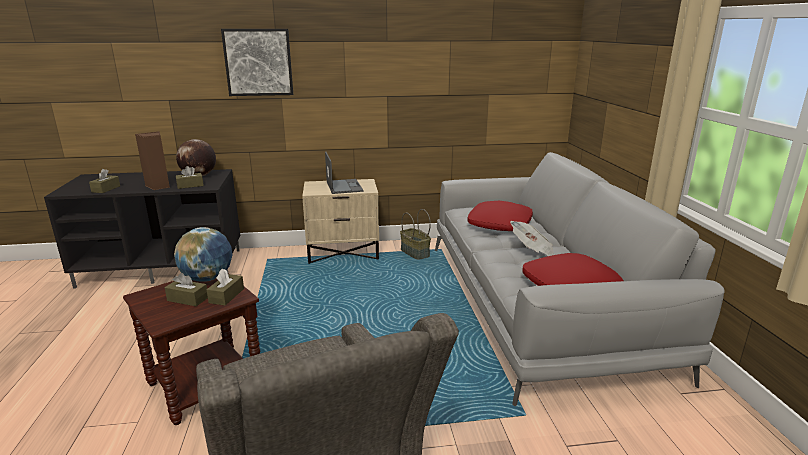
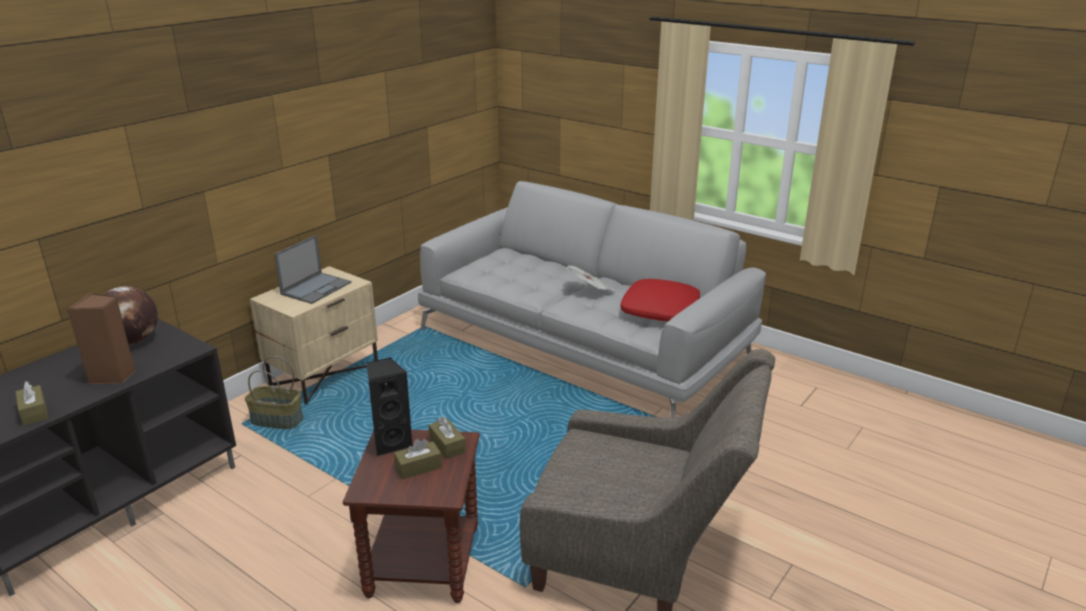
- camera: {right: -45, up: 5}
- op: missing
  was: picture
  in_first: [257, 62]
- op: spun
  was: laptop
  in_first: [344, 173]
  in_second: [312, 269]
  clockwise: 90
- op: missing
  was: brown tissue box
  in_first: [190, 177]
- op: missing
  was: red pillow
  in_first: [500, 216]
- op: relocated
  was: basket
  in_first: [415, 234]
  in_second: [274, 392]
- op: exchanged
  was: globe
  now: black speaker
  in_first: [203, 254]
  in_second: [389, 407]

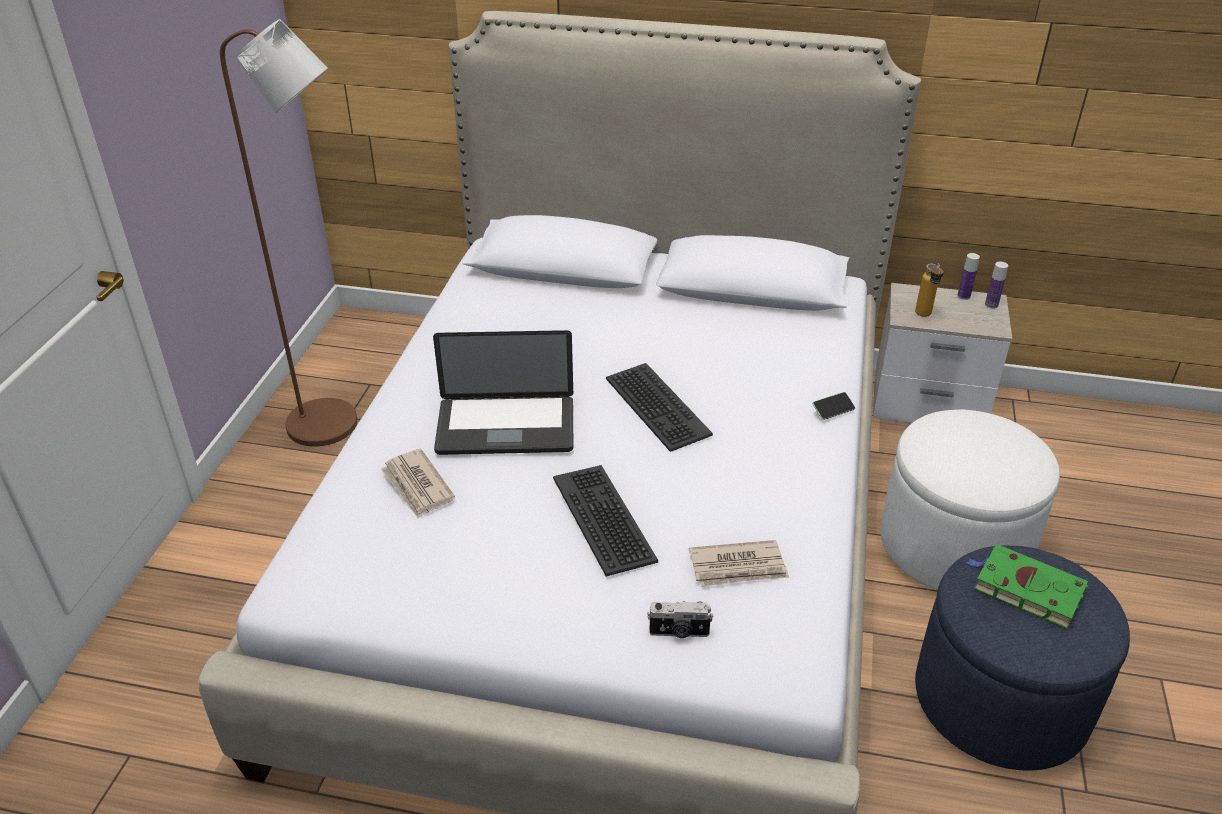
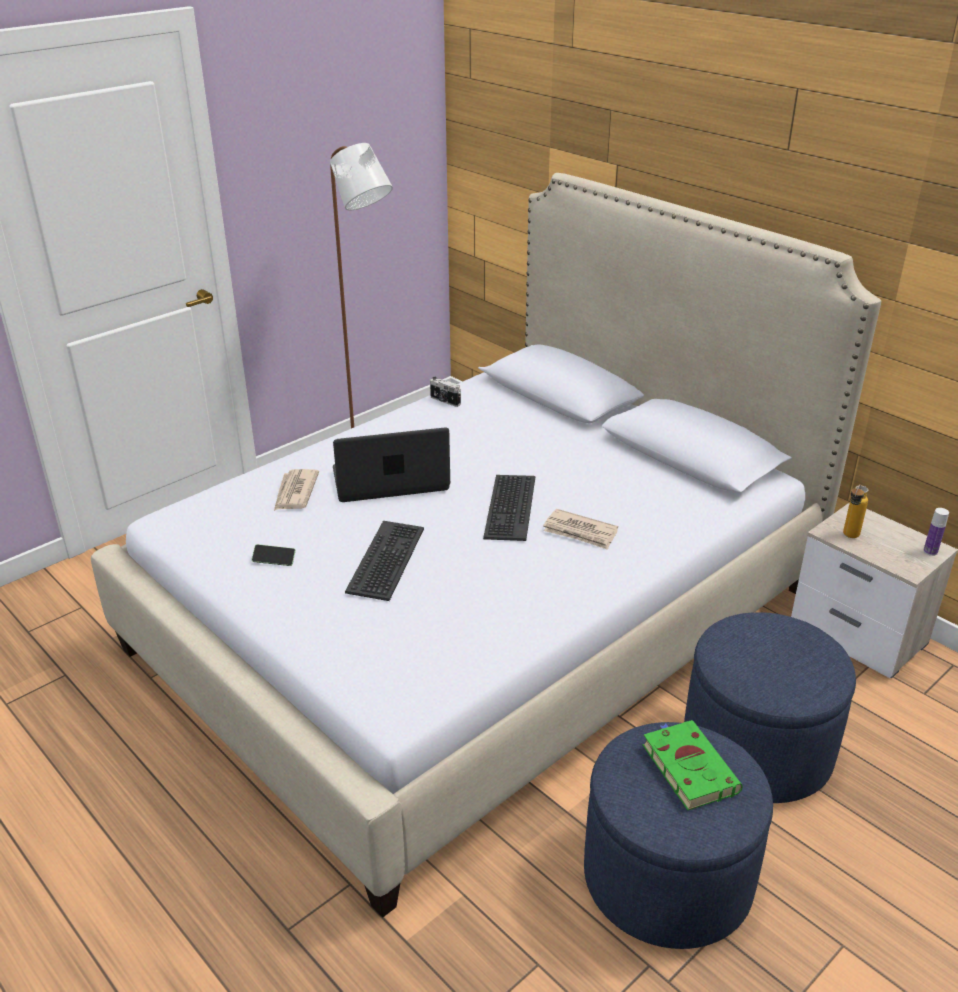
- camera: {right: 35, up: -5}
- op: missing
  was: bottle
  in_first: [968, 276]
- op: spun
  was: laptop
  in_first: [503, 392]
  in_second: [391, 464]
  clockwise: 135
- op: relocated
  was: phone
  in_first: [833, 406]
  in_second: [274, 555]
- op: colour
  was: white ottoman
  now: blue ottoman
  in_first: [970, 499]
  in_second: [770, 707]
- op: relocated
  was: newspaper
  in_first: [739, 563]
  in_second: [580, 529]
- op: relocated
  was: photo camera
  in_first: [680, 619]
  in_second: [445, 392]

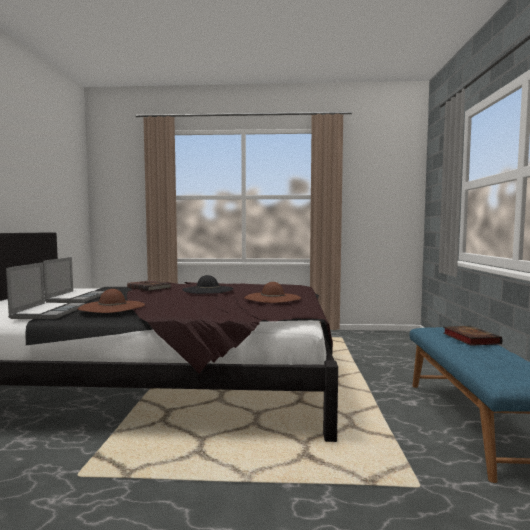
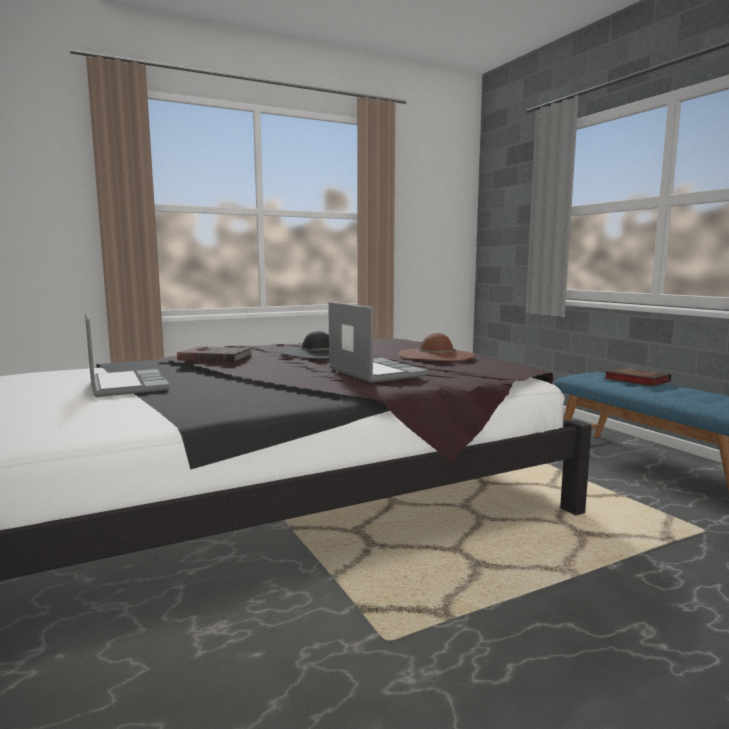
- camera: {right: -30, up: 5}
- op: relocated
  was: laptop
  in_first: [45, 290]
  in_second: [378, 342]
- op: missing
  was: brown hat
  in_first: [111, 301]

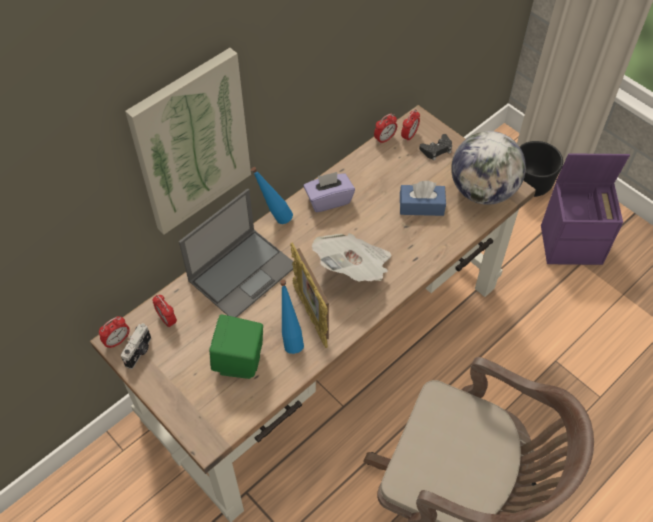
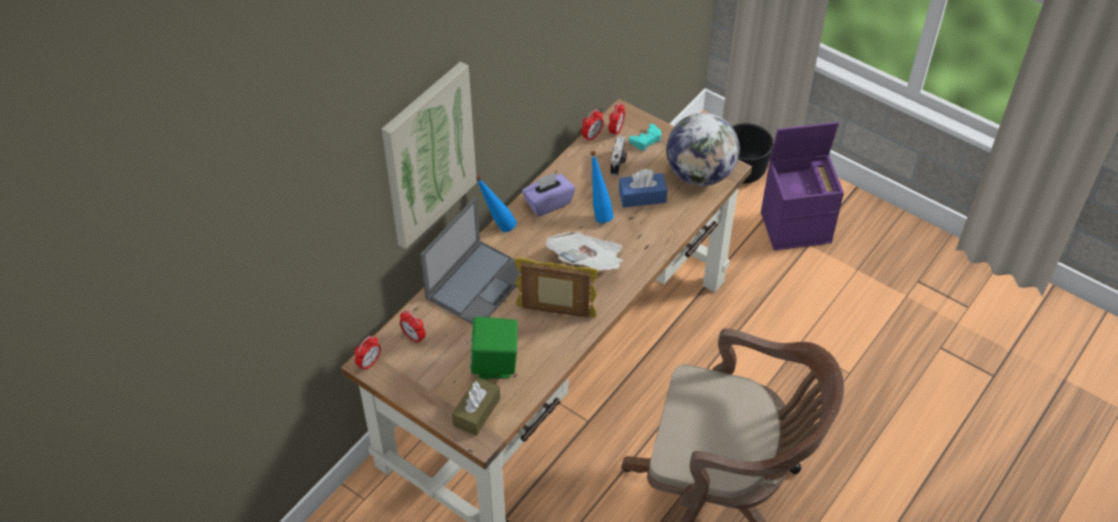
- camera: {right: -10, up: -5}
- op: colour
  was: black game controller
  now: turquoise game controller
  in_first: [435, 147]
  in_second: [645, 137]
- op: spun
  was: picture frame
  in_first: [309, 295]
  in_second: [556, 287]
  clockwise: 135
- op: relocated
  was: blue bottle
  in_first: [292, 317]
  in_second: [602, 187]
- op: relocated
  was: photo camera
  in_first: [136, 346]
  in_second: [618, 155]
- op: appeared
  now: brown tissue box
  in_second: [476, 406]

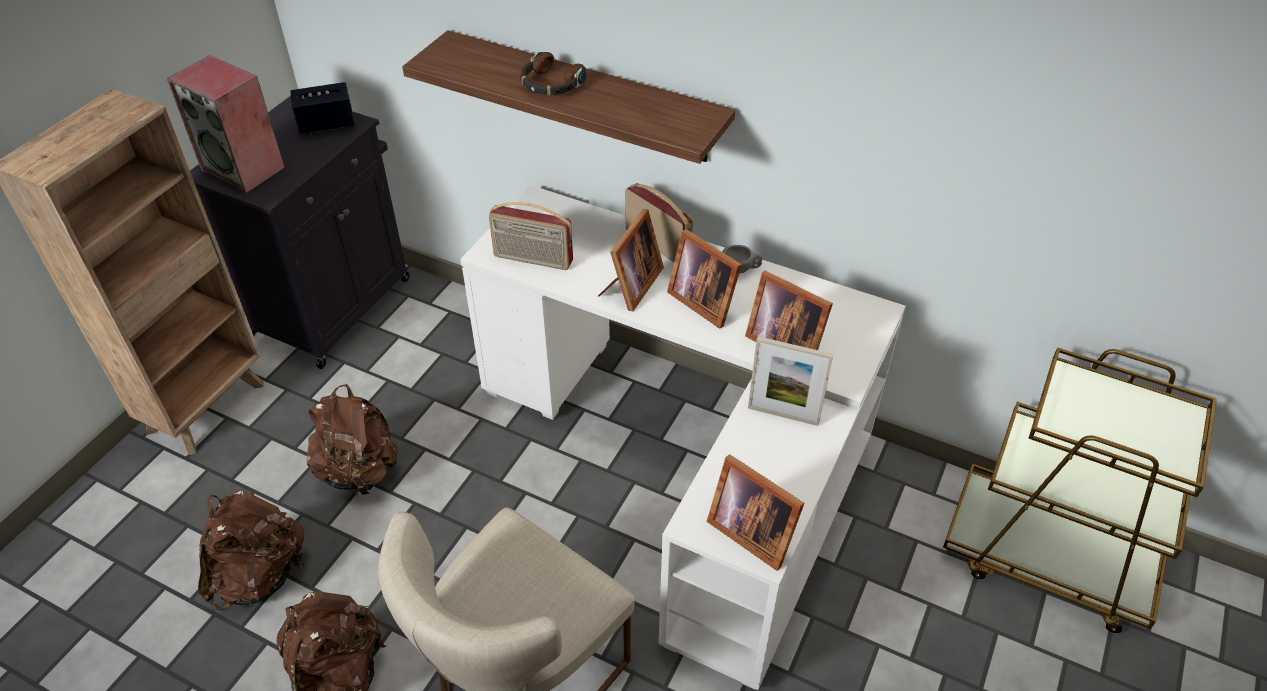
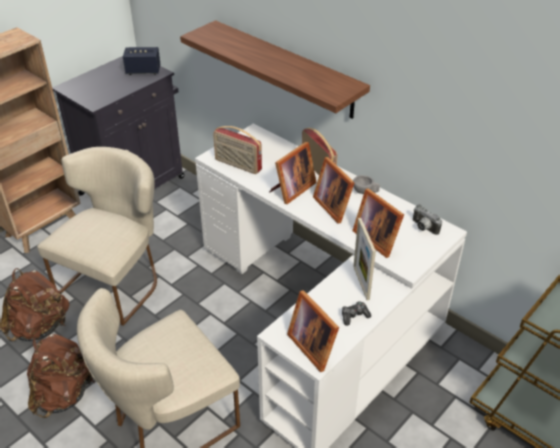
- camera: {right: 15, up: -5}
- op: missing
  was: headphones
  in_first: [553, 74]
- op: missing
  was: speaker
  in_first: [226, 124]
- op: spun
  was: picture frame
  in_first: [790, 381]
  in_second: [364, 259]
  clockwise: 45
- op: exchanged
  was: brown backpack
  now: beige chair
  in_first: [352, 440]
  in_second: [97, 236]
- op: appeared
  now: photo camera
  in_second: [427, 219]
- op: appeared
  now: game controller
  in_second: [356, 313]

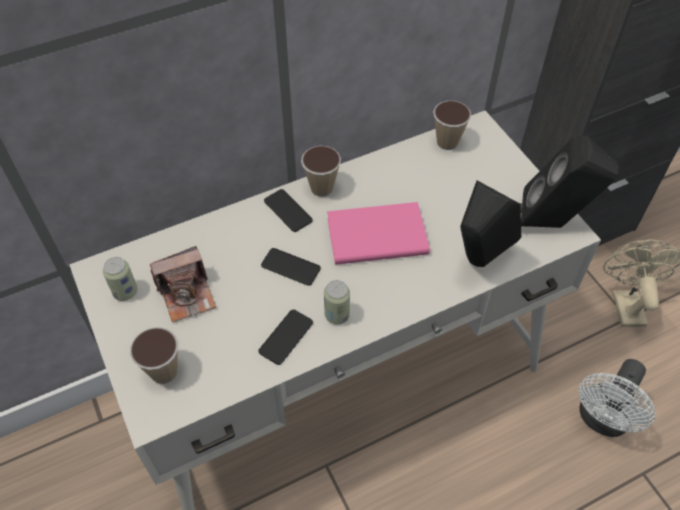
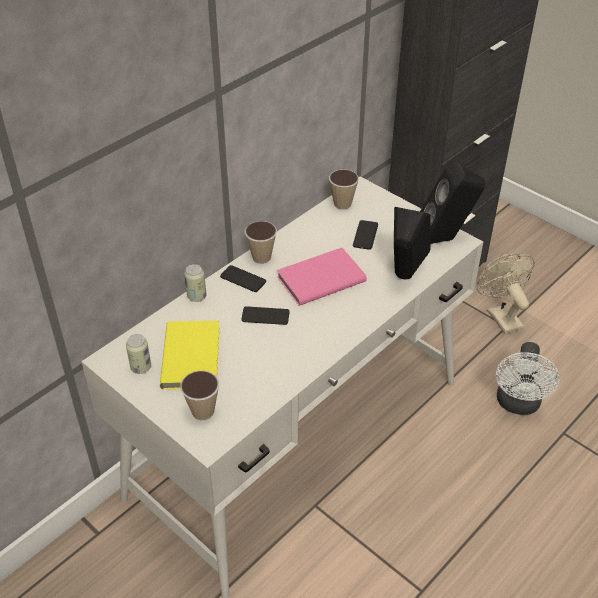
- camera: {right: -20, up: -10}
- op: exchanged
  was: photo camera
  now: yellow book
  in_first: [183, 284]
  in_second: [189, 355]
- op: relocated
  was: can
  in_first: [337, 302]
  in_second: [195, 283]
- op: relocated
  was: phone
  in_first: [285, 337]
  in_second: [365, 235]

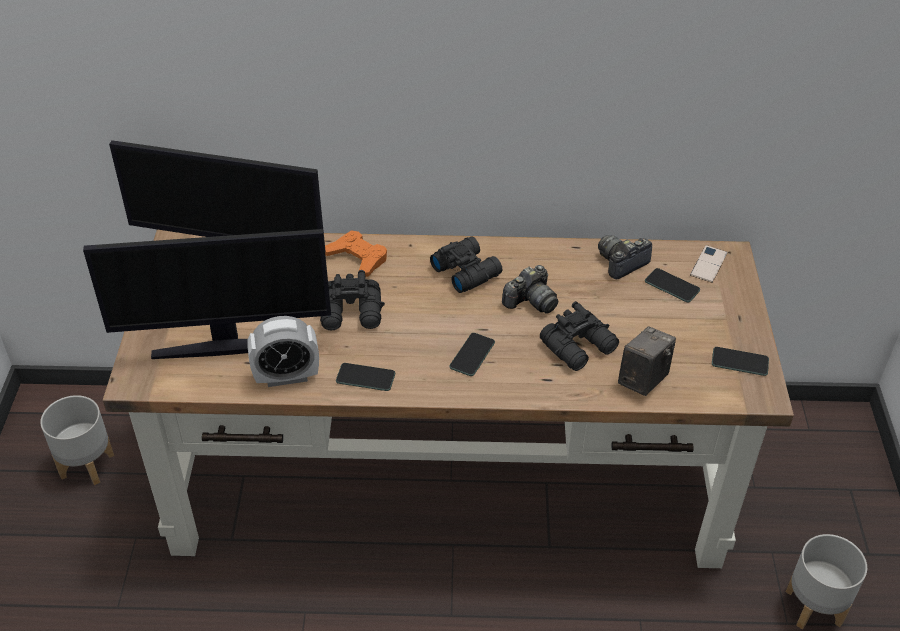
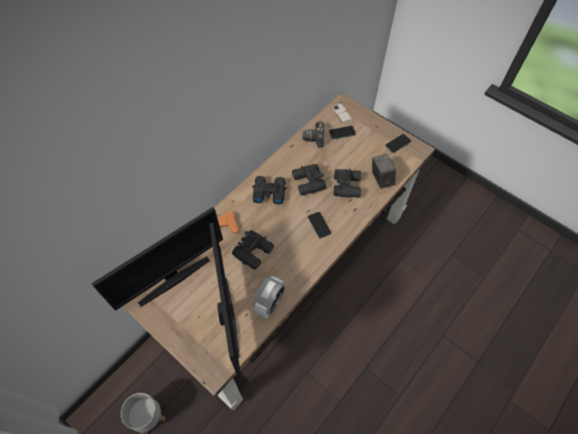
- camera: {right: -50, up: 15}
- op: spun
  was: monitor
  in_first: [207, 294]
  in_second: [225, 298]
  clockwise: -45
- op: exchanged
  was: photo camera
  now: black binoculars
  in_first: [530, 289]
  in_second: [309, 179]
- op: missing
  was: phone
  in_first: [365, 377]
- op: missing
  was: grey planter
  in_first: [826, 581]

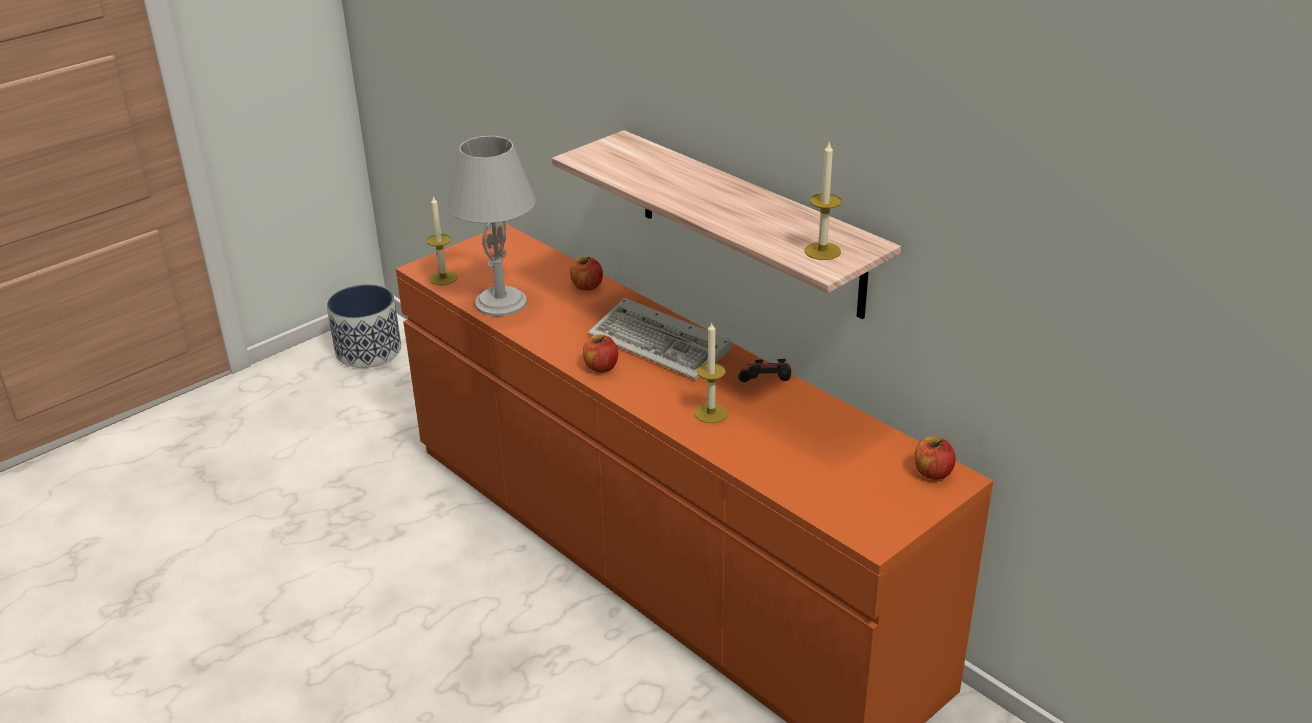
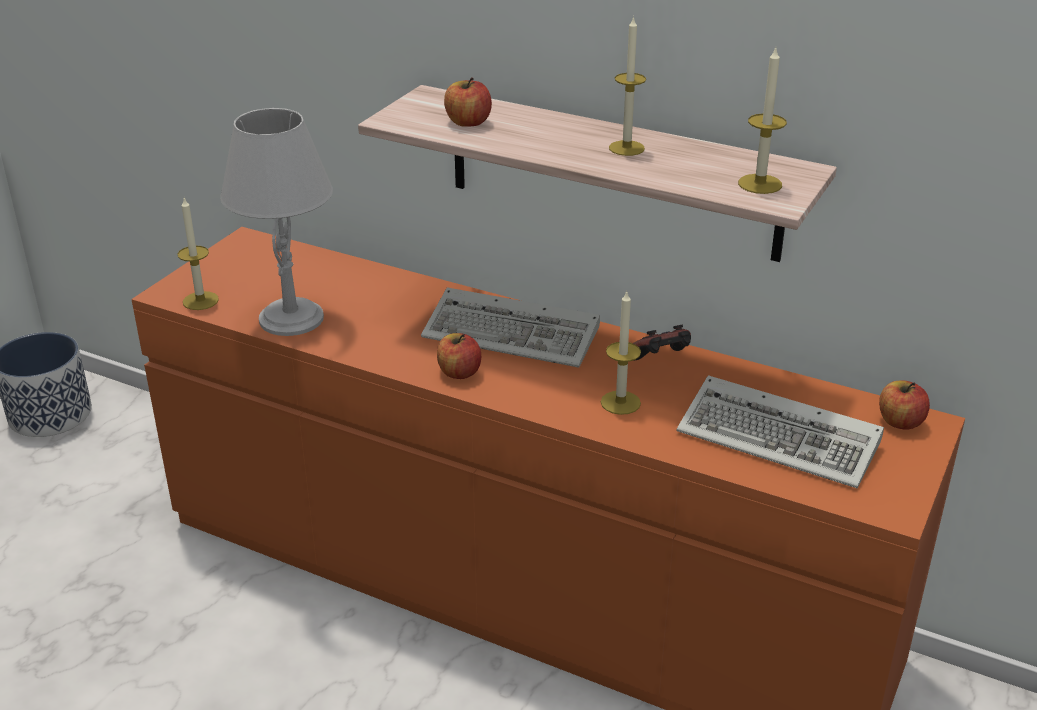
- camera: {right: -20, up: 0}
- op: relocated
  was: apple
  in_first: [586, 273]
  in_second: [468, 102]
- op: appeared
  now: candle
  in_second: [627, 86]
- op: appeared
  now: keyboard
  in_second: [780, 432]

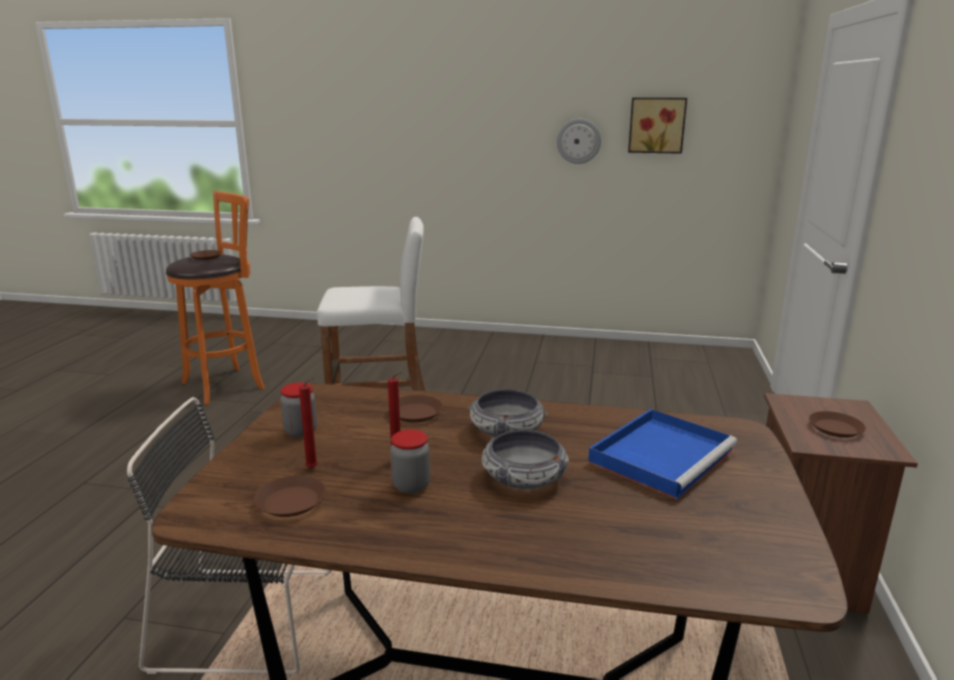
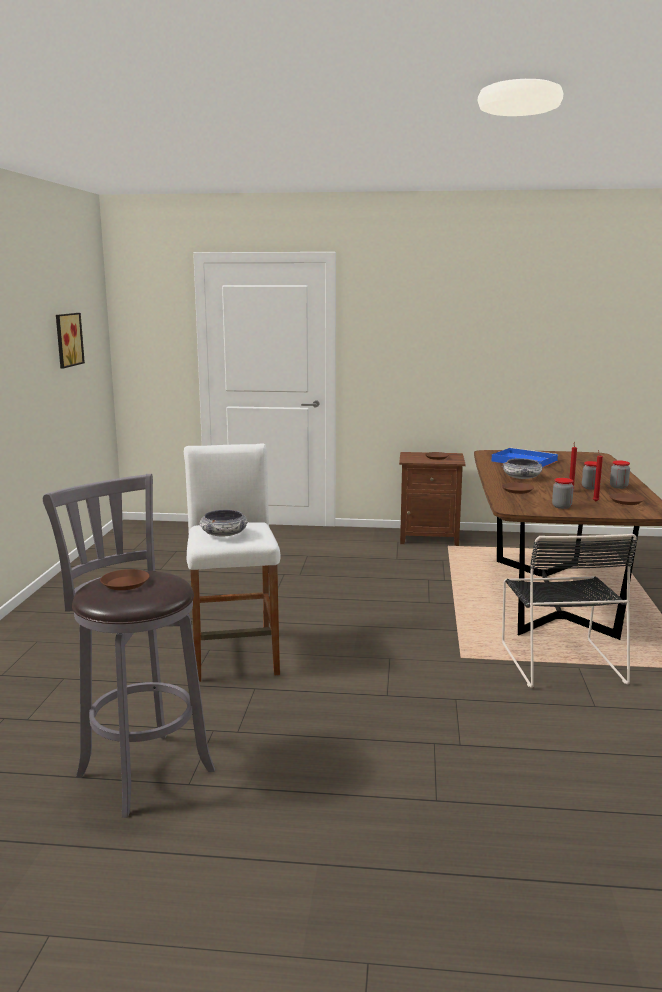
- camera: {right: -95, up: -5}
- op: missing
  was: wall clock
  in_first: [579, 141]
- op: colour
  was: orange stool
  now: grey stool
  in_first: [215, 298]
  in_second: [129, 646]
- op: relocated
  was: bowl
  in_first: [525, 460]
  in_second: [224, 523]
- op: appeared
  now: jar
  in_second: [620, 474]

